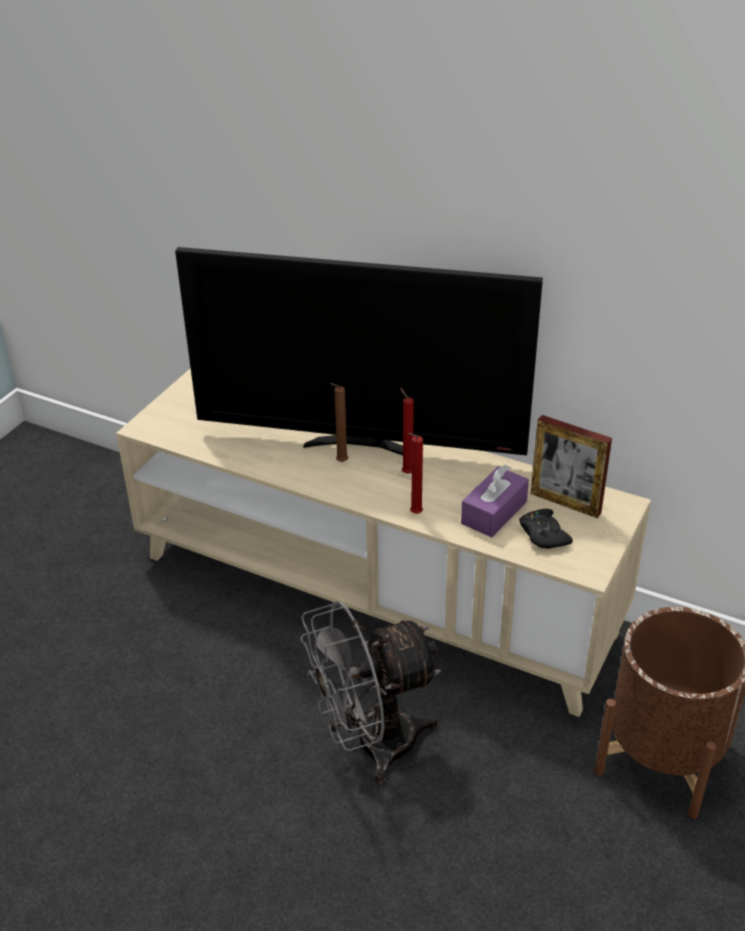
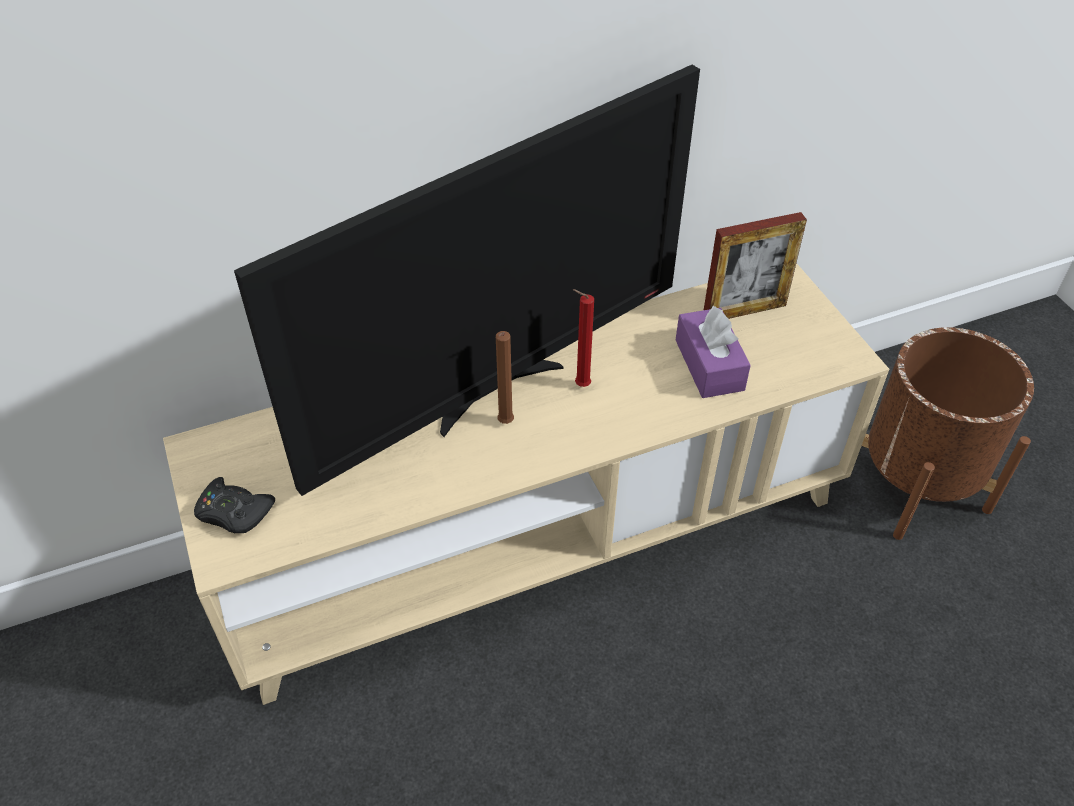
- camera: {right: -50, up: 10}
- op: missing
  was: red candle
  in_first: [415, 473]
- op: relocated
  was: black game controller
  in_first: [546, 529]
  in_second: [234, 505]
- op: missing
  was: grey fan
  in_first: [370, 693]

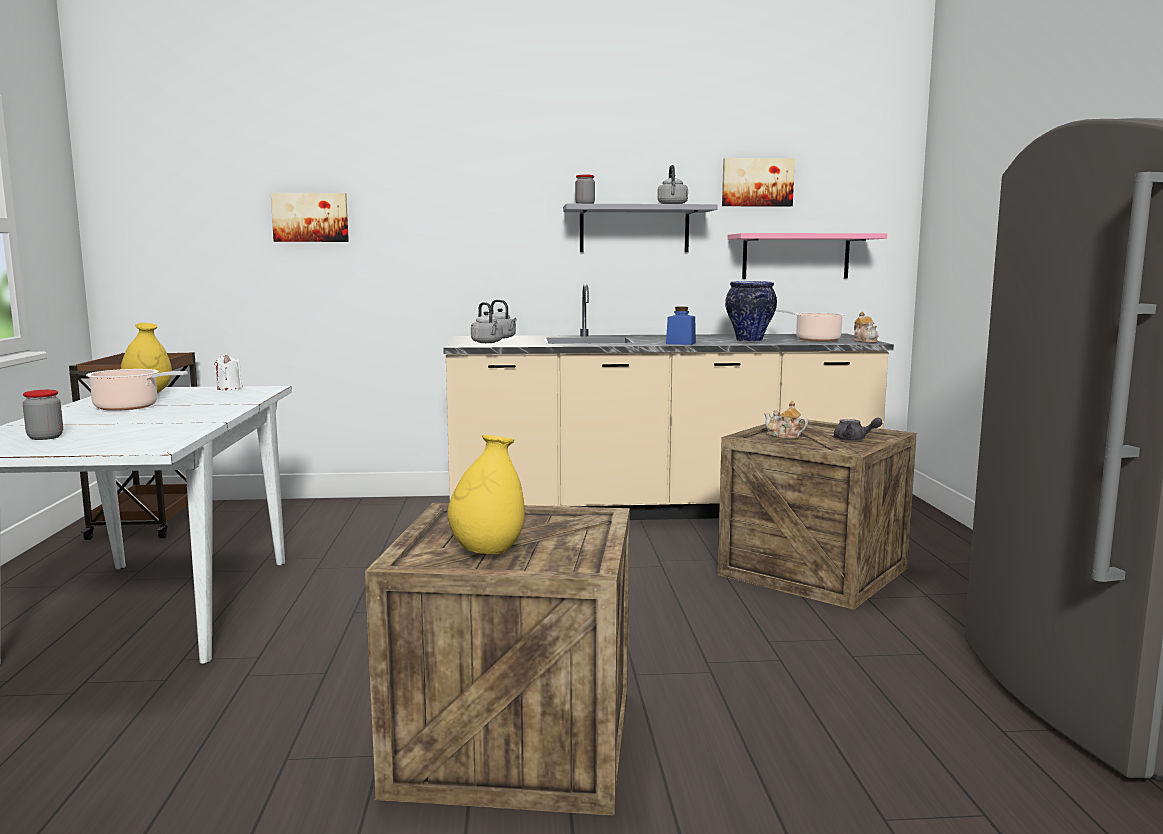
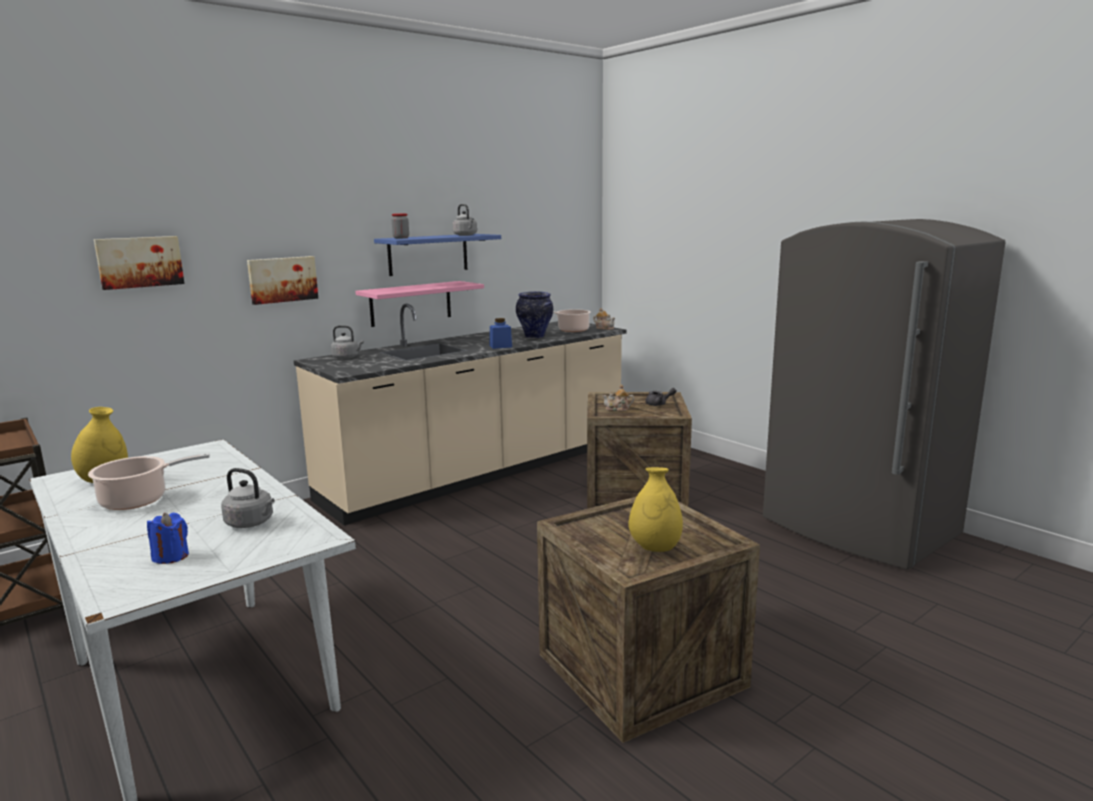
- camera: {right: -35, up: 5}
- op: relocated
  was: picture
  in_first: [758, 182]
  in_second: [282, 280]
- op: colour
  was: grey shelf
  now: blue shelf
  in_first: [640, 228]
  in_second: [437, 255]
- op: relocated
  was: pink shelf
  in_first: [807, 256]
  in_second: [419, 304]
- op: relocated
  was: grey kettle
  in_first: [487, 322]
  in_second: [248, 498]
- op: missing
  was: white candle
  in_first: [228, 372]
- op: exchanged
  was: jar
  now: blue candle
  in_first: [43, 415]
  in_second: [168, 538]

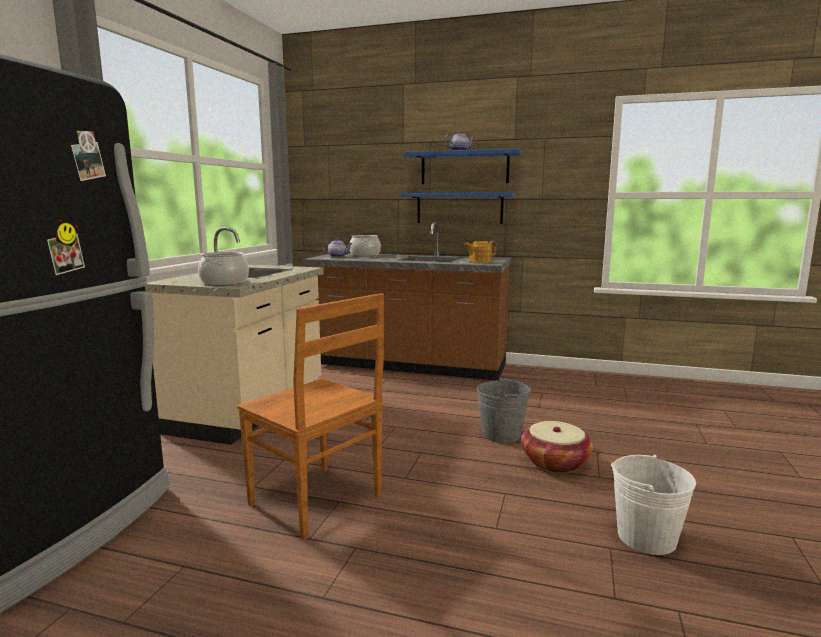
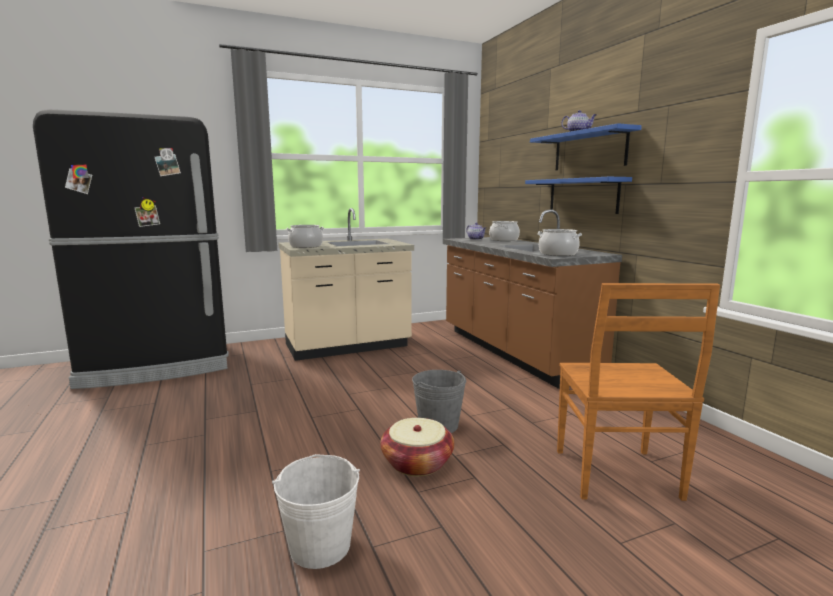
- camera: {right: 50, up: 0}
- op: exchanged
  was: teapot
  now: cooking pot
  in_first: [480, 252]
  in_second: [559, 242]
- op: relocated
  was: brown chair
  in_first: [310, 416]
  in_second: [638, 392]

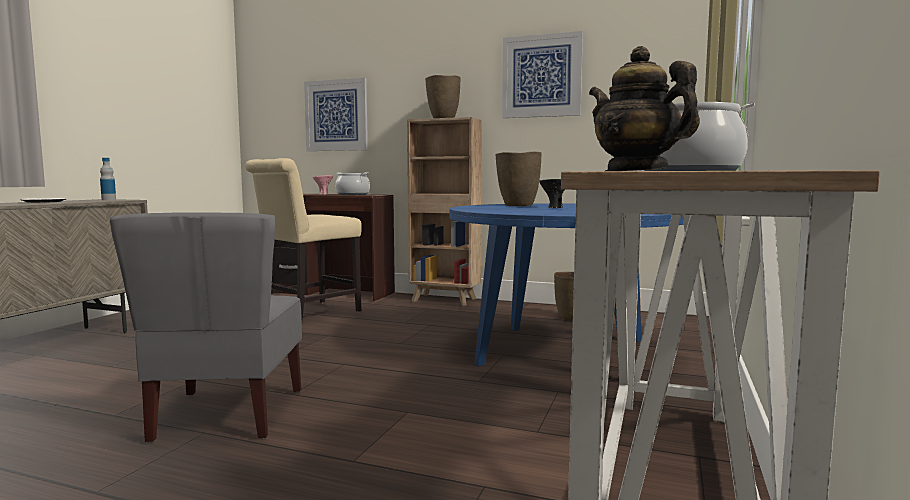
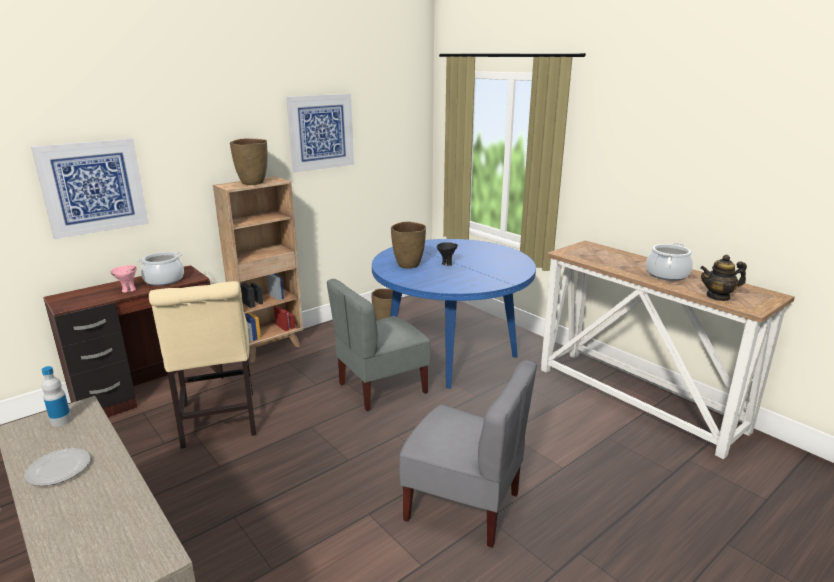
- camera: {right: -60, up: 15}
- op: appeared
  now: grey chair
  in_second: [379, 345]

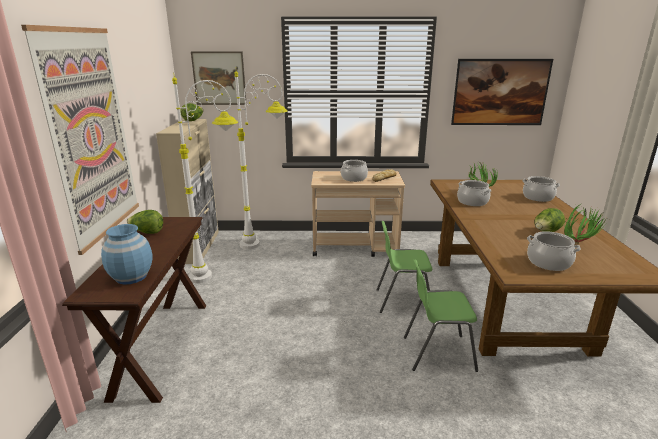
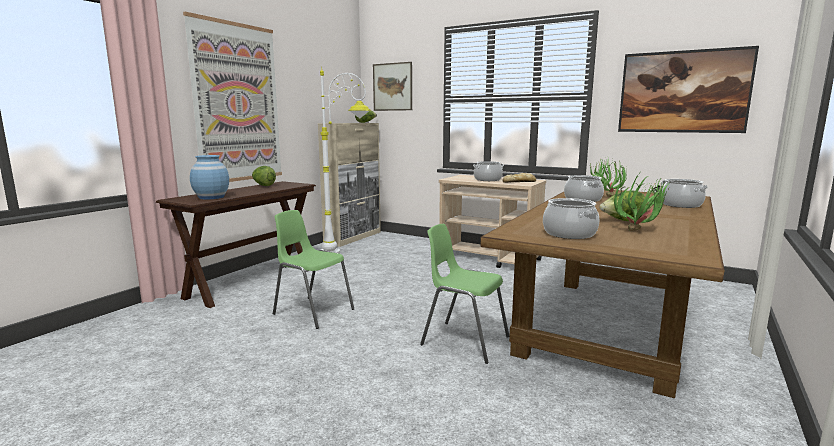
- camera: {right: 30, up: -10}
- op: missing
  was: white floor lamp
  in_first: [261, 158]
- op: relocated
  was: green chair
  in_first: [404, 267]
  in_second: [313, 269]

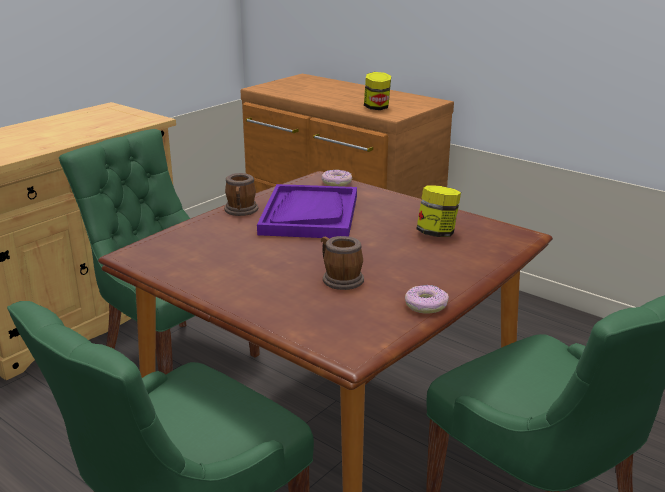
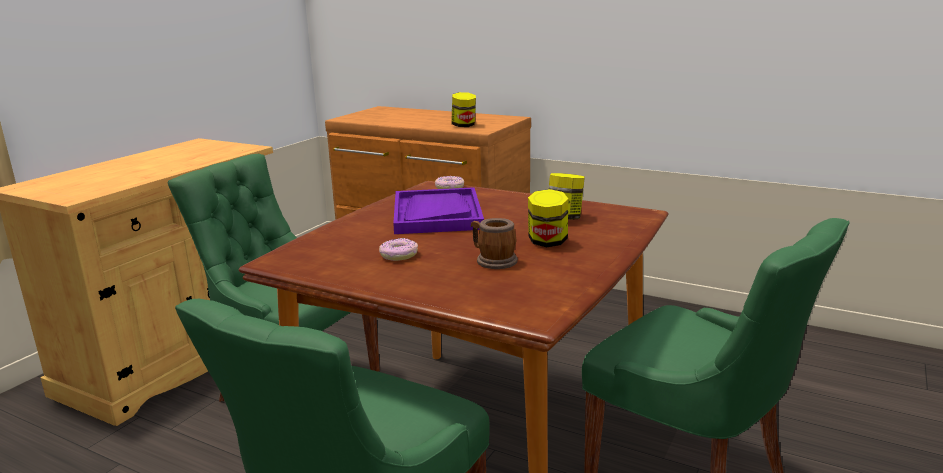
- camera: {right: -10, up: -5}
- op: missing
  was: mug
  in_first: [241, 194]
- op: relocated
  was: donut
  in_first: [427, 299]
  in_second: [398, 249]
- op: appeared
  now: jar
  in_second: [548, 218]

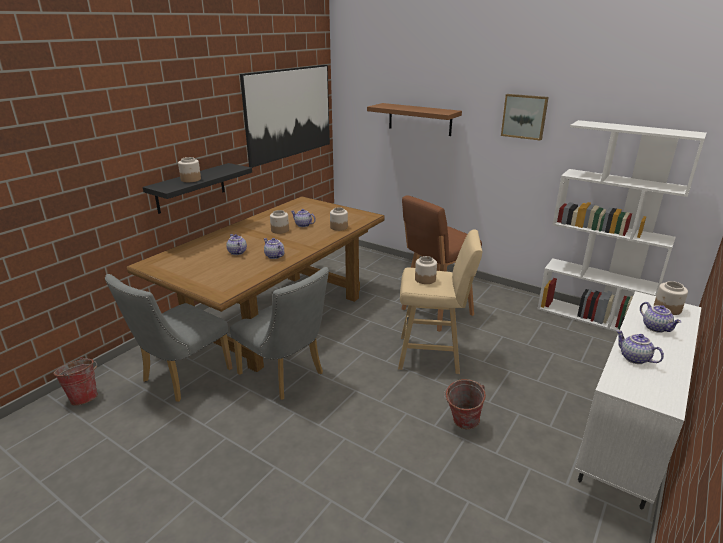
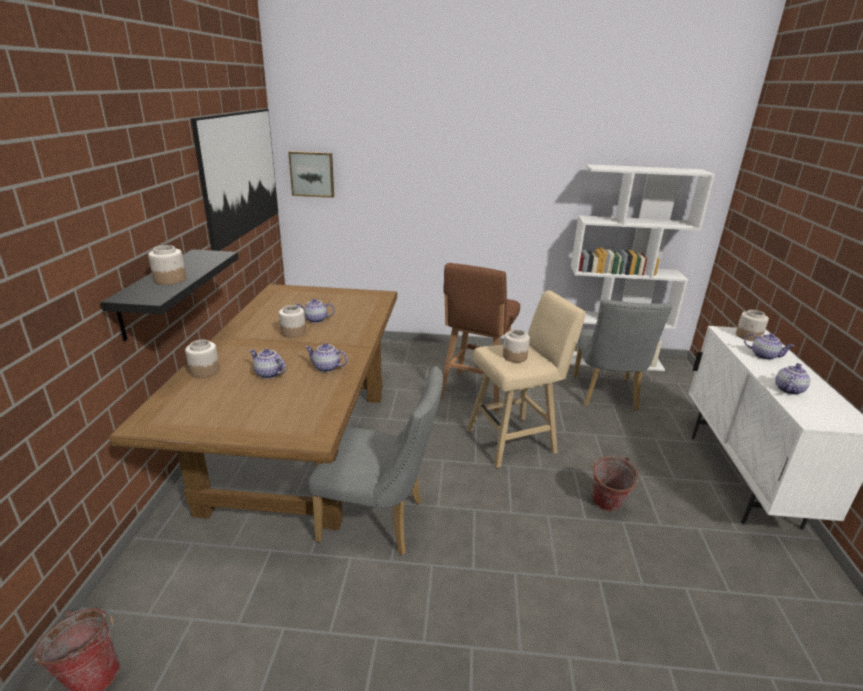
- camera: {right: -30, up: 0}
- op: relocated
  was: picture
  in_first: [525, 117]
  in_second: [311, 174]
- op: missing
  was: brown shelf
  in_first: [414, 119]
- op: relocated
  was: jar
  in_first: [339, 219]
  in_second: [202, 359]
- op: relocated
  was: grey chair
  in_first: [168, 338]
  in_second: [622, 354]
- op: spun
  was: teapot
  in_first: [640, 347]
  in_second: [792, 379]
  clockwise: 105

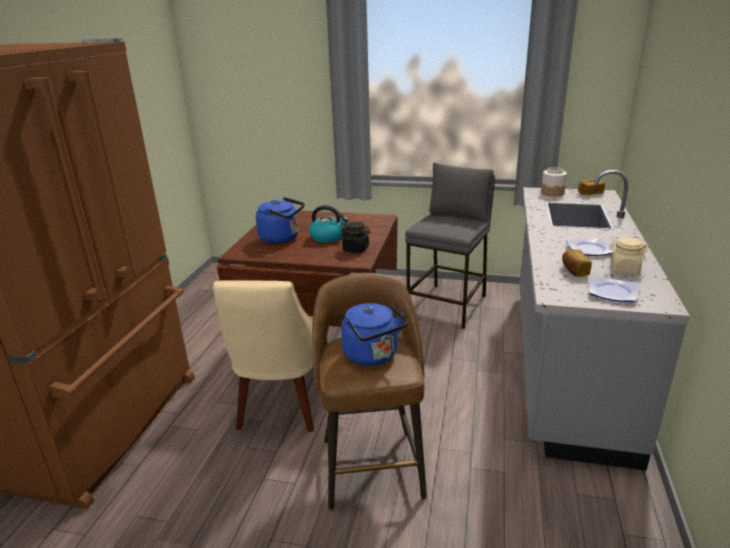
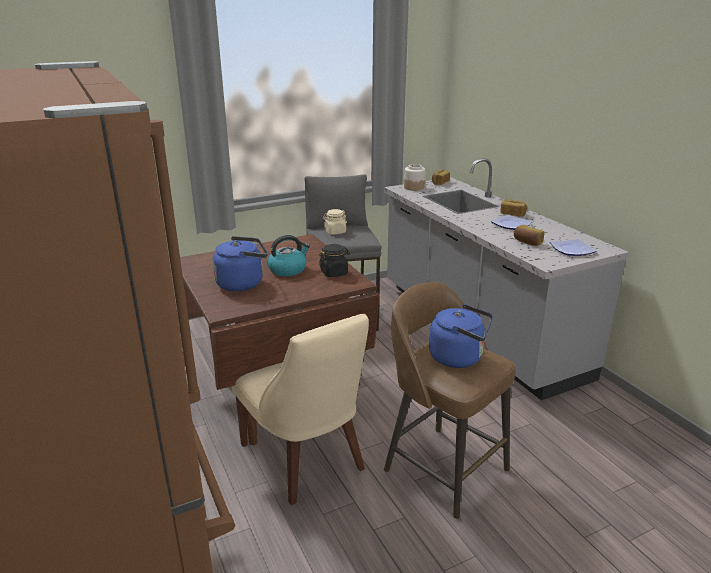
- camera: {right: -40, up: 0}
- op: relocated
  was: beige jar
  in_first: [628, 255]
  in_second: [335, 222]
- op: appeared
  now: bread
  in_second: [513, 208]

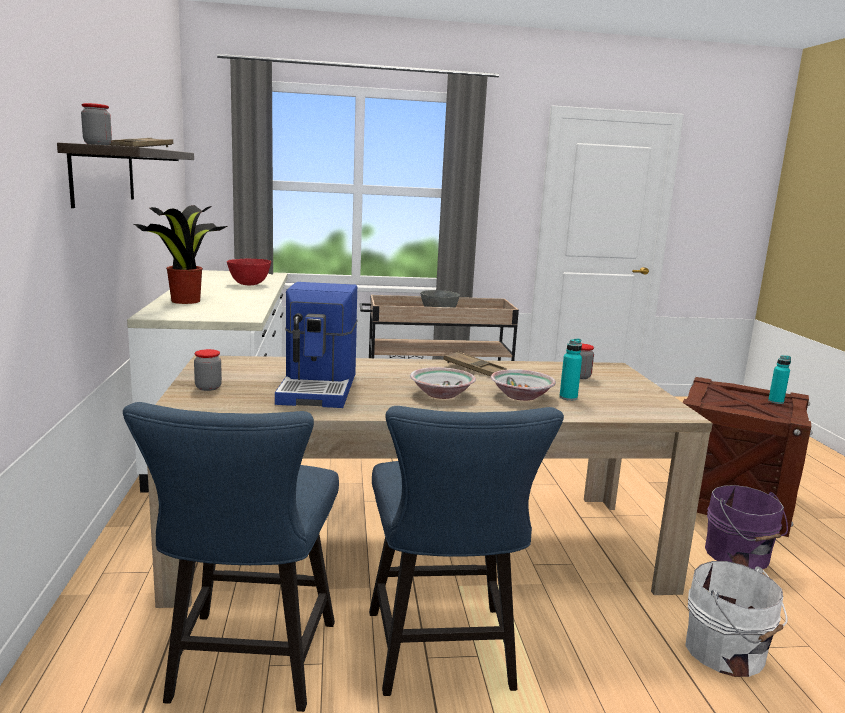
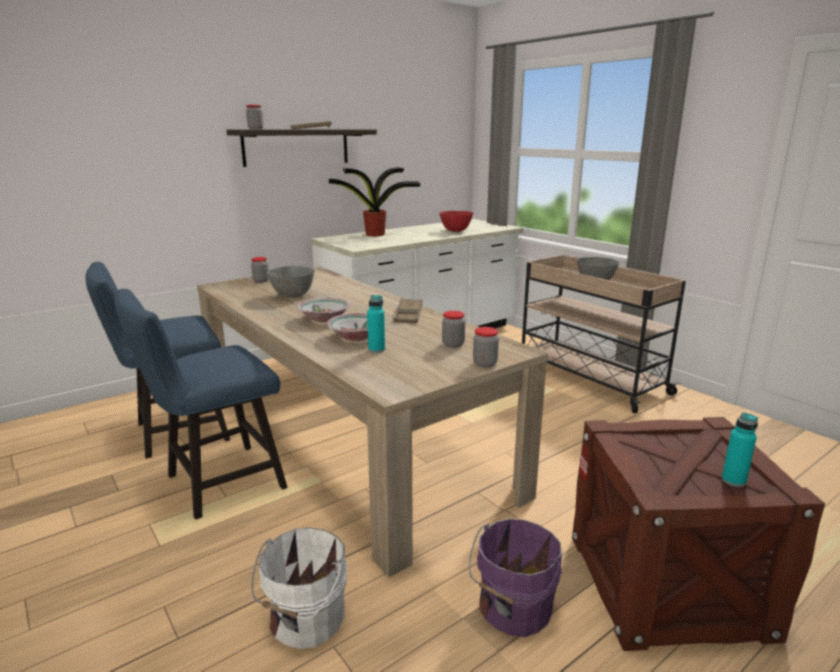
- camera: {right: 60, up: 5}
- op: exchanged
  was: coffee machine
  now: grey bowl
  in_first: [316, 345]
  in_second: [290, 282]
- op: appeared
  now: jar
  in_second: [486, 347]

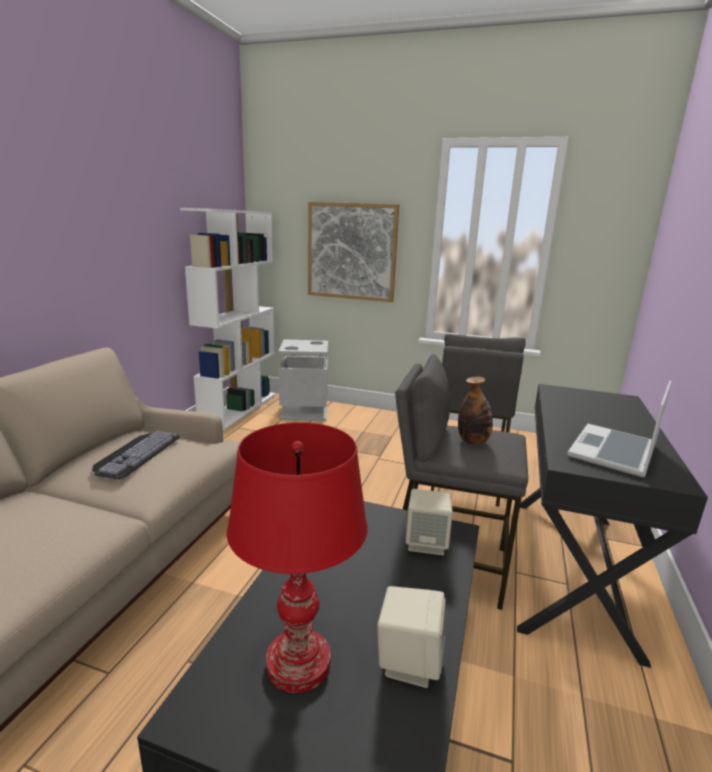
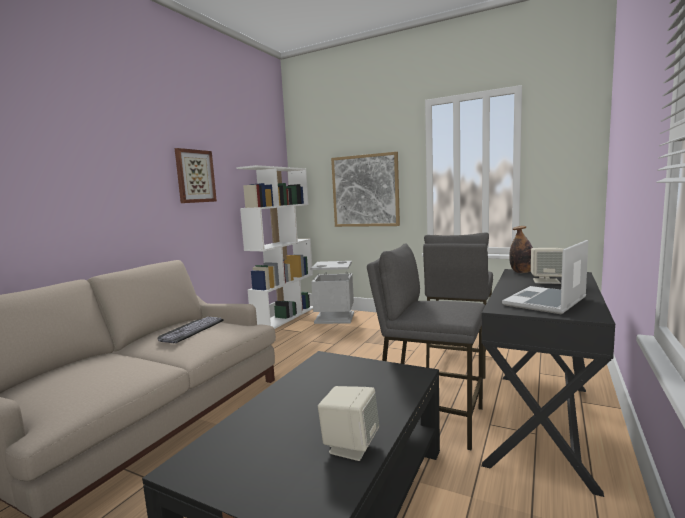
- camera: {right: 10, up: -10}
- op: relocated
  was: bottle
  in_first: [475, 410]
  in_second: [521, 249]
- op: missing
  was: red table lamp
  in_first: [297, 557]
- op: relocated
  was: beige speaker
  in_first: [429, 522]
  in_second: [547, 266]
- op: appeared
  now: picture
  in_second: [196, 175]

